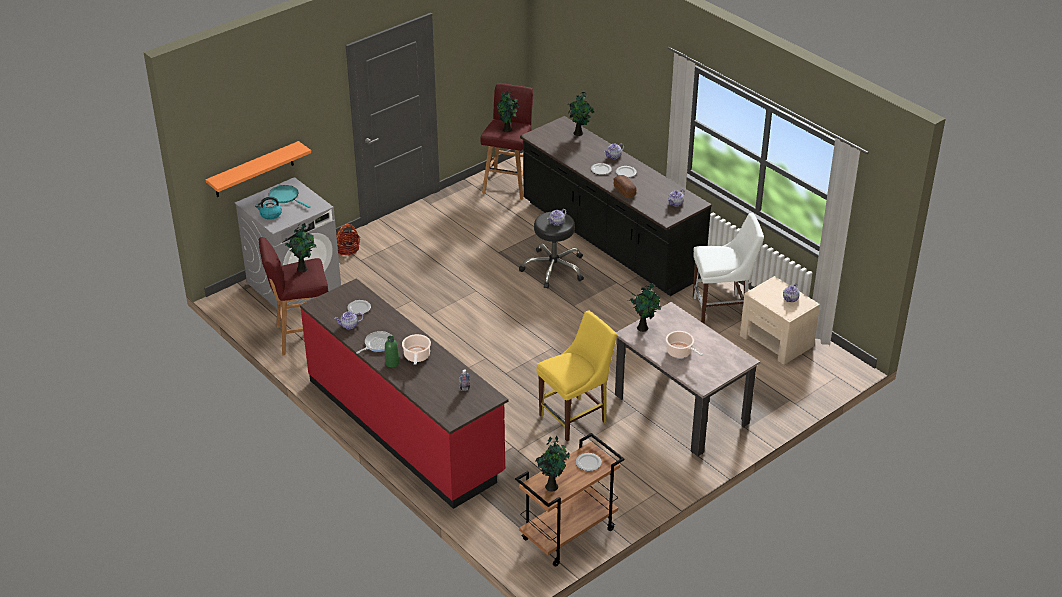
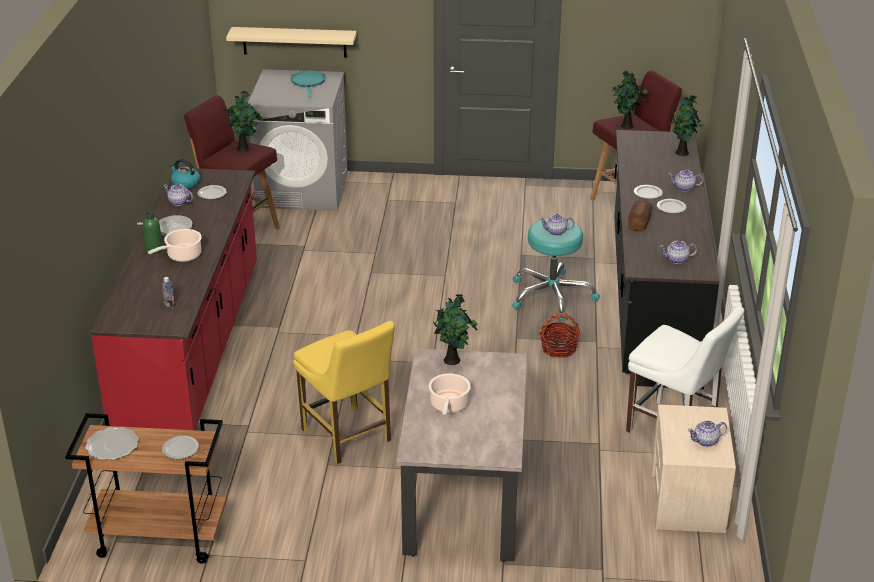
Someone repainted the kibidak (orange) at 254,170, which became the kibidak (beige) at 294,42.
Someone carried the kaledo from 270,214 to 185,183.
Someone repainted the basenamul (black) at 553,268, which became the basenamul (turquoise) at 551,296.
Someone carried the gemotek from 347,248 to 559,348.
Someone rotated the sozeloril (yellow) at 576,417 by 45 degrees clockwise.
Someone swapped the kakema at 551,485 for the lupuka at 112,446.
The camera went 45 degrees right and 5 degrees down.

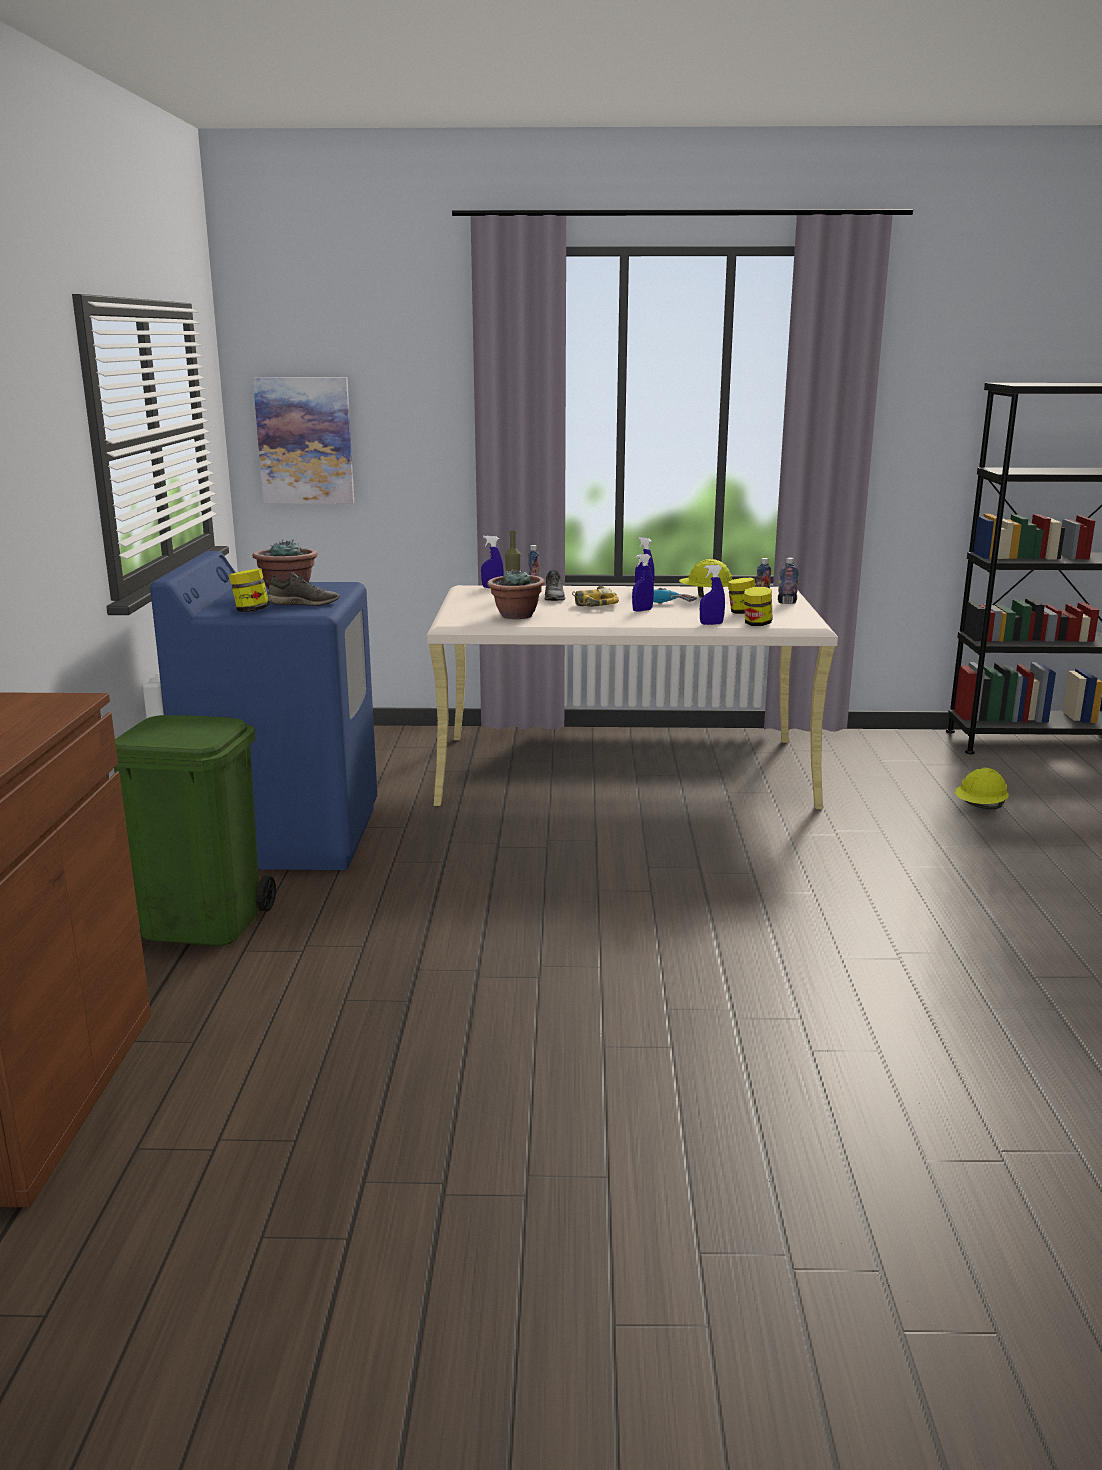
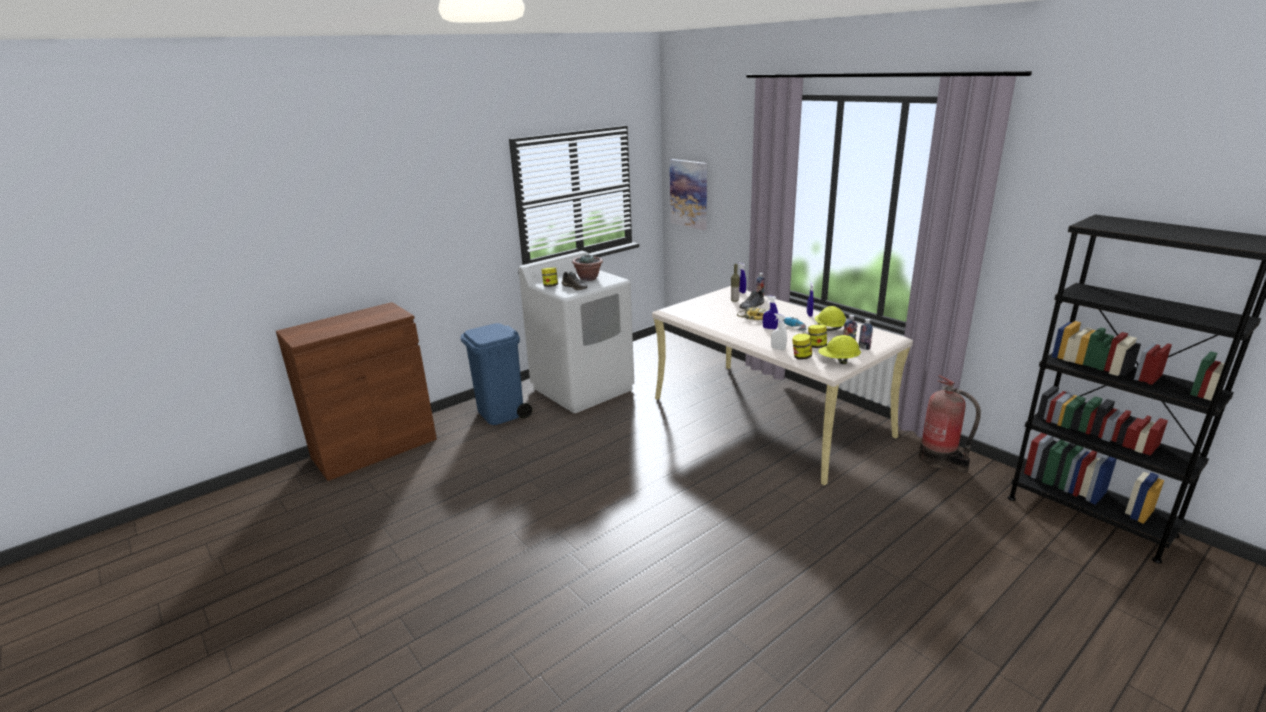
Someone repainted the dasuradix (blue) at 285,835, which became the dasuradix (white) at 583,388.
Someone repainted the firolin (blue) at 711,624, which became the firolin (white) at 778,349.
Someone took away the kakema at 516,616.
Someone repainted the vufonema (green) at 204,923, which became the vufonema (blue) at 501,413.
Someone carried the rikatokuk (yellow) from 980,808 to 838,361.
Someone put down the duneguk at 940,460.
The camera went 50 degrees right and 5 degrees up.

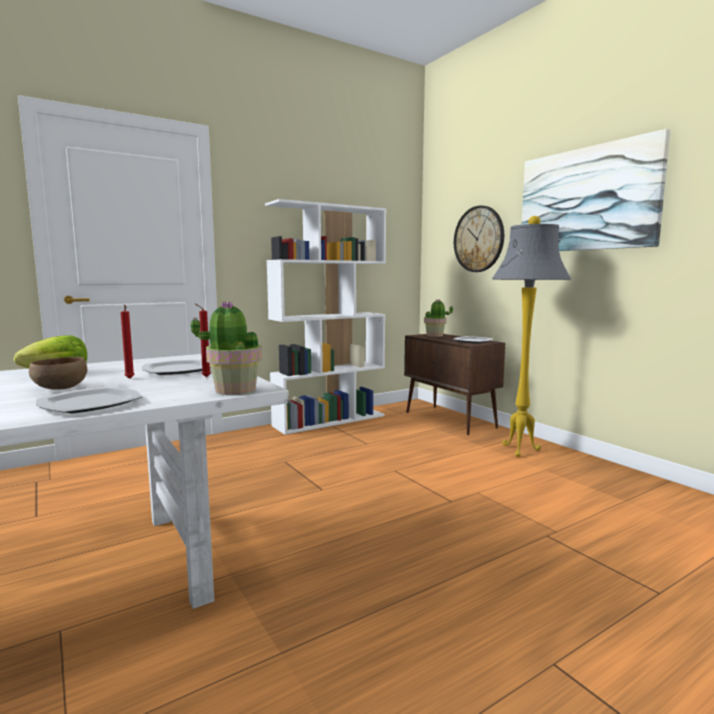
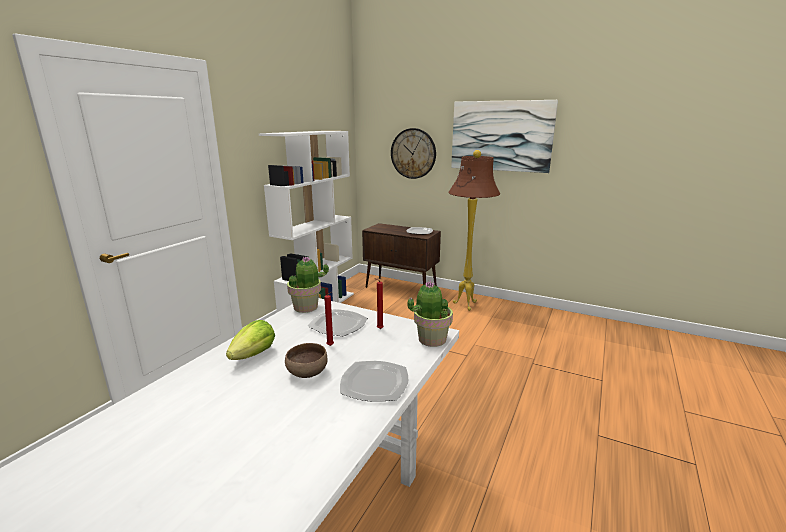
Someone repainted the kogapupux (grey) at 520,451, which became the kogapupux (brown) at 466,305.
Someone carried the kakema from 435,335 to 306,307.
The camera went 30 degrees left and 10 degrees up.

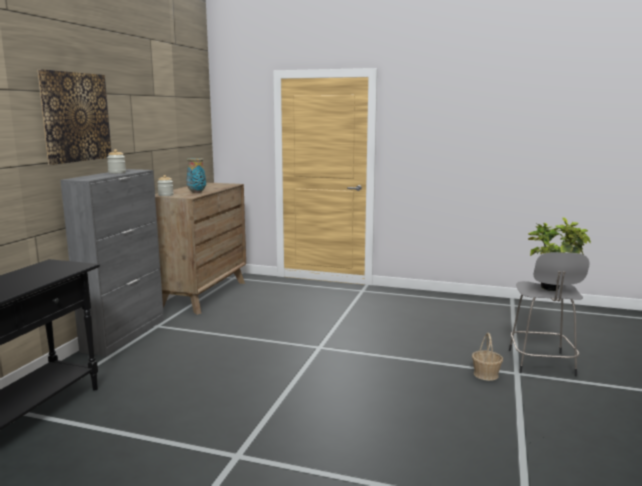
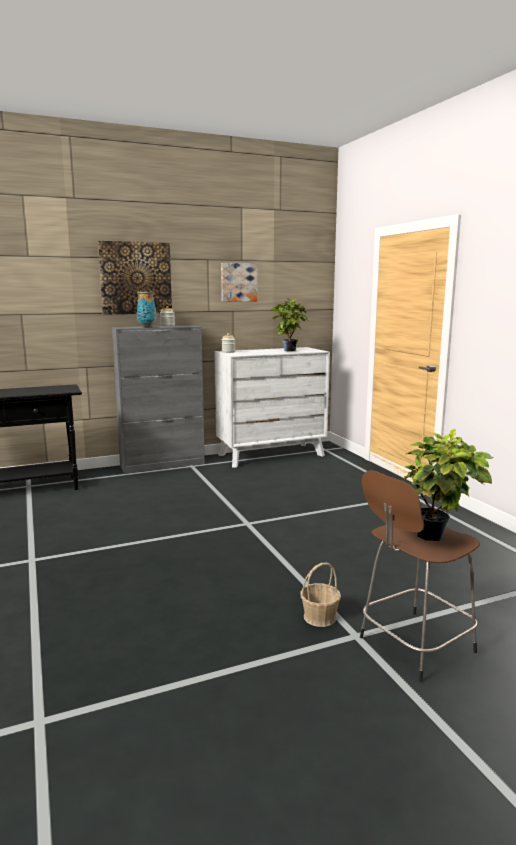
Someone carried the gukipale from 196,192 to 147,327.
Someone repainted the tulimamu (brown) at 203,295, which became the tulimamu (white) at 271,455.
Someone repainted the basenamul (grey) at 541,364, which became the basenamul (brown) at 413,646.
Someone put up the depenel at 238,282.
Someone put down the kakema at 288,350.
The camera went 50 degrees right and 0 degrees up.

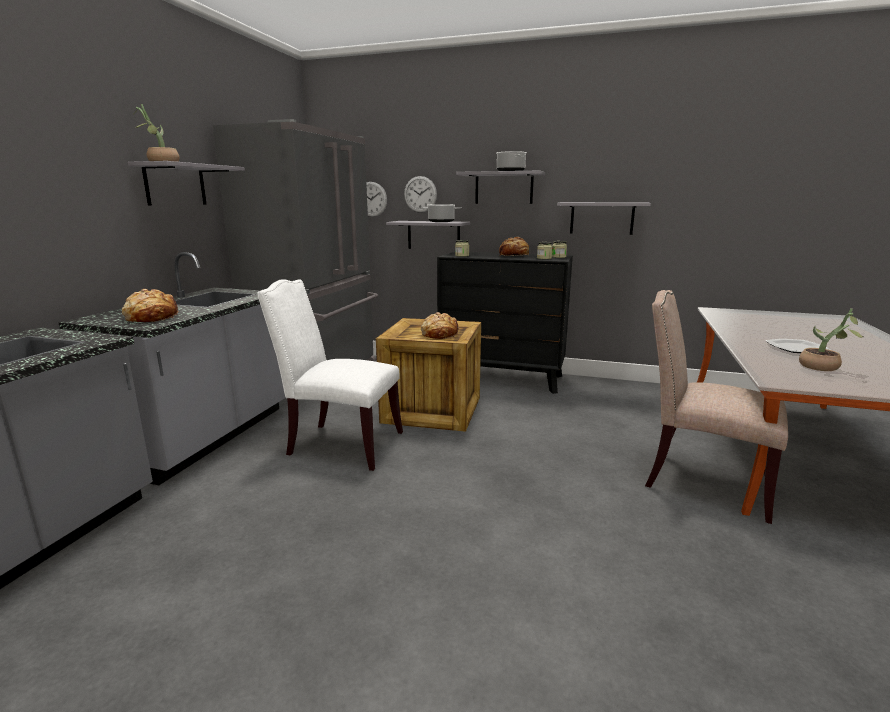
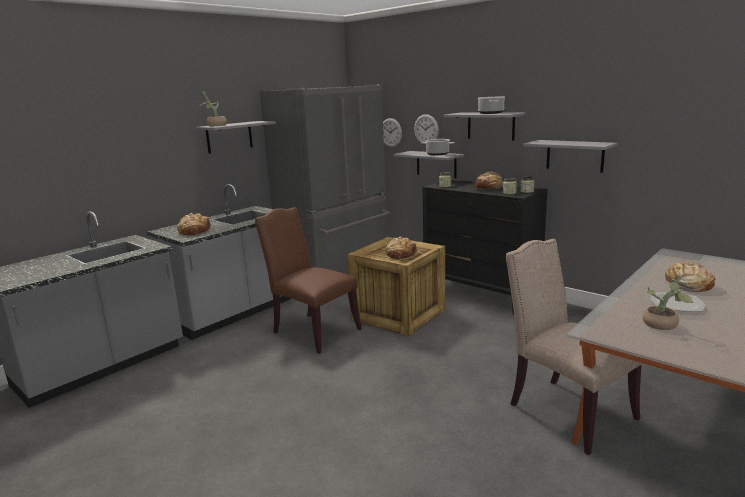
Someone repainted the sozeloril (white) at 340,444, which became the sozeloril (brown) at 312,331.
Someone put down the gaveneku at 687,285.
The camera went 25 degrees right and 0 degrees up.

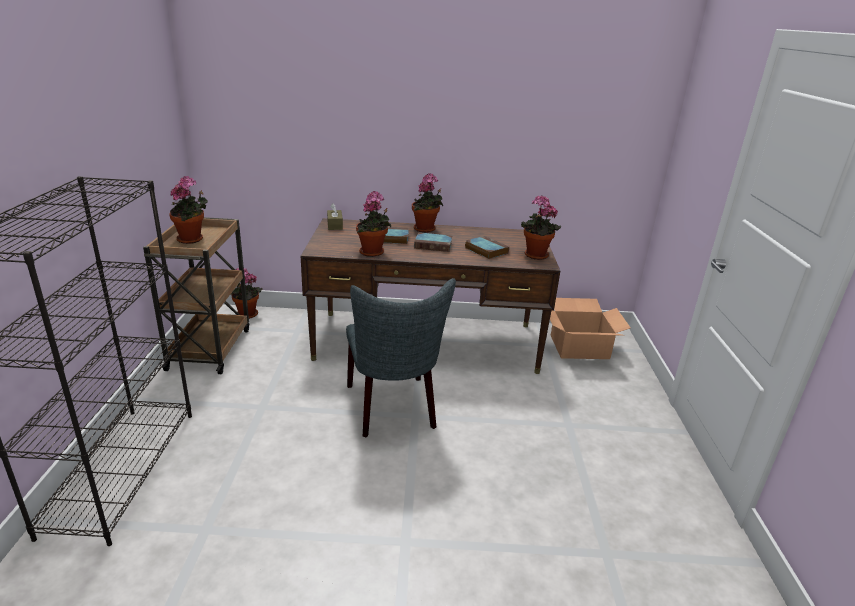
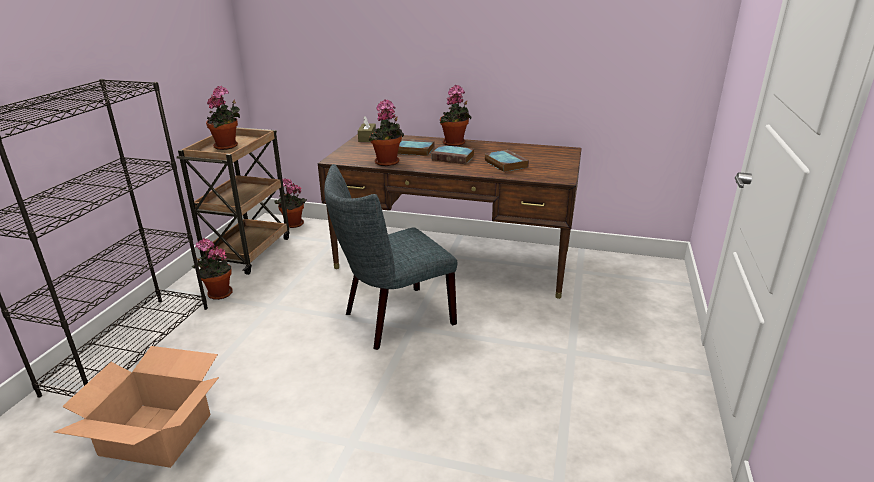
Someone carried the kakema from 534,256 to 217,294.
Someone rotated the sozeloril (grey) at 393,410 by 60 degrees clockwise.
Someone carried the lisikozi from 579,346 to 156,433.
The camera went 15 degrees right and 0 degrees up.

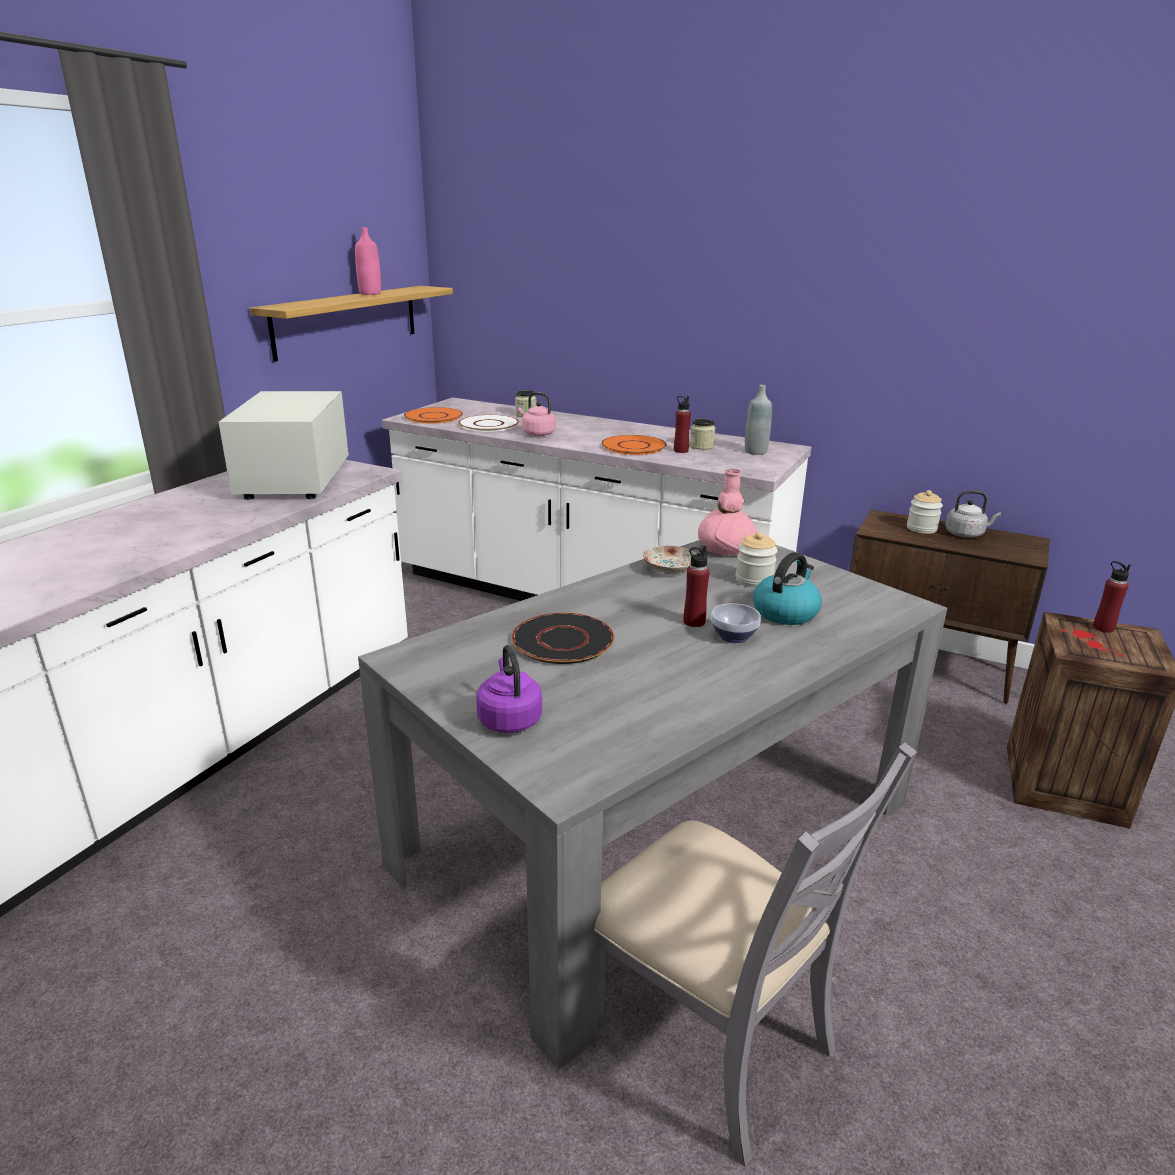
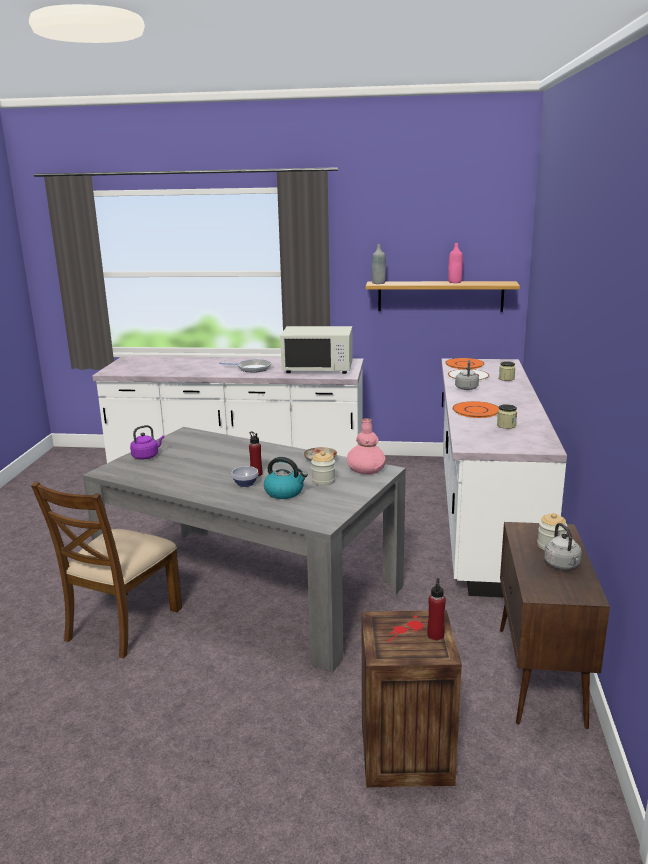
Someone carried the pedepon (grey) from 755,451 to 378,283.
Someone rotated the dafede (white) at 295,480 by 150 degrees counterclockwise.
Someone repainted the kaledo (pink) at 537,433, which became the kaledo (grey) at 466,388.
Someone took away the pedepon (red) at 680,451.
Someone took away the lupuka (black) at 563,640.
Someone repainted the sozeloril (grey) at 709,1037, which became the sozeloril (brown) at 122,624.
Someone put down the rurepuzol at 252,368.
The camera went 70 degrees right and 5 degrees down.

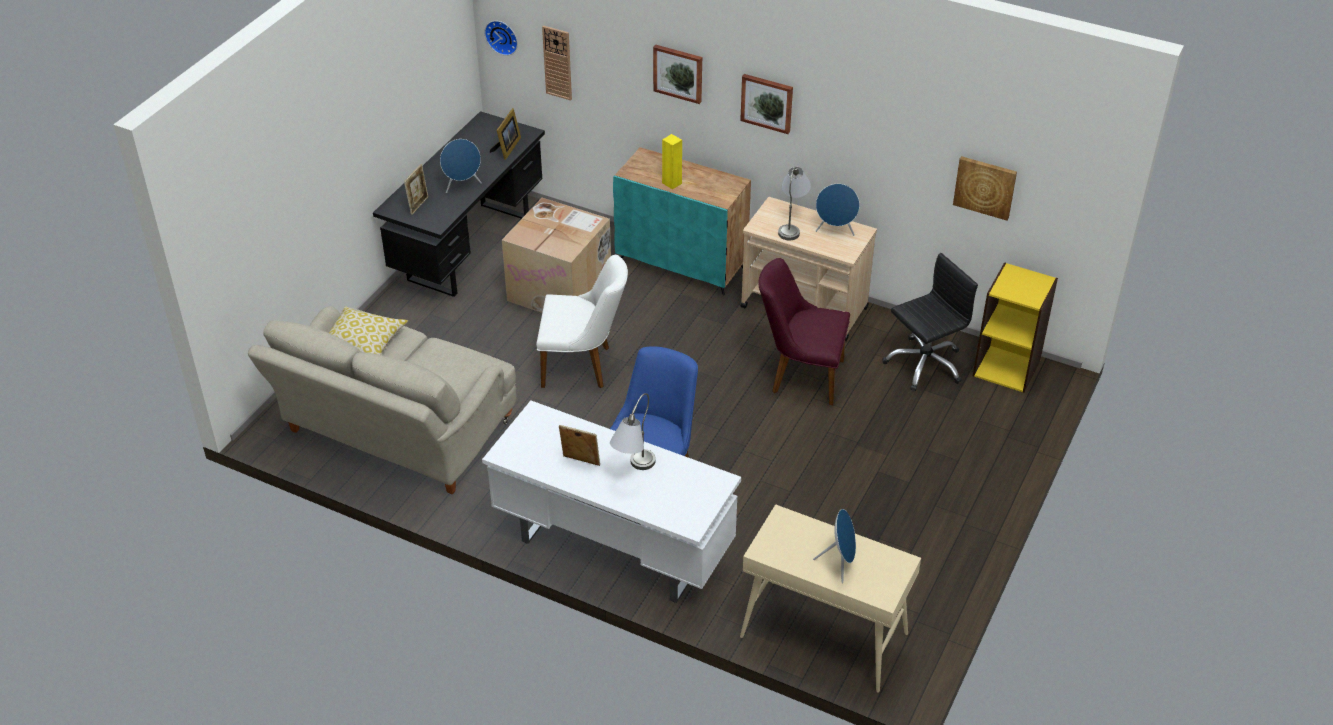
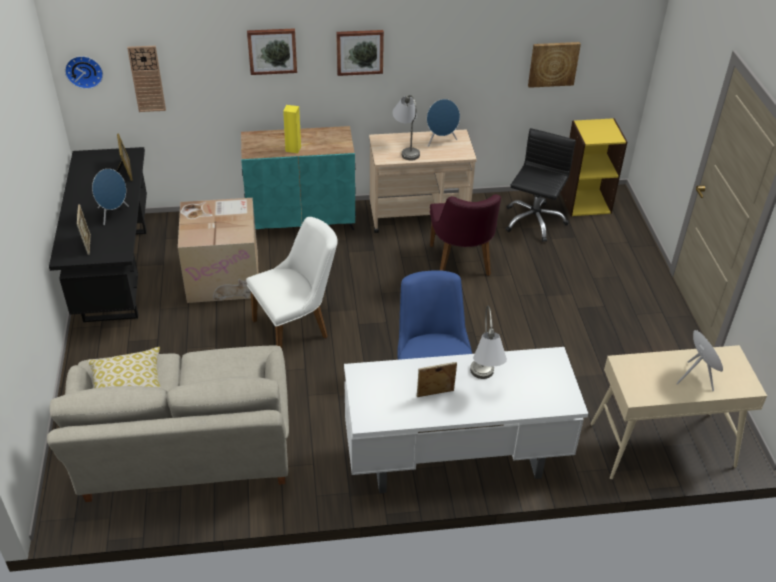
Someone rotated the sozeloril (purple) at 800,375 by 75 degrees counterclockwise.
The camera went 35 degrees left and 0 degrees up.

